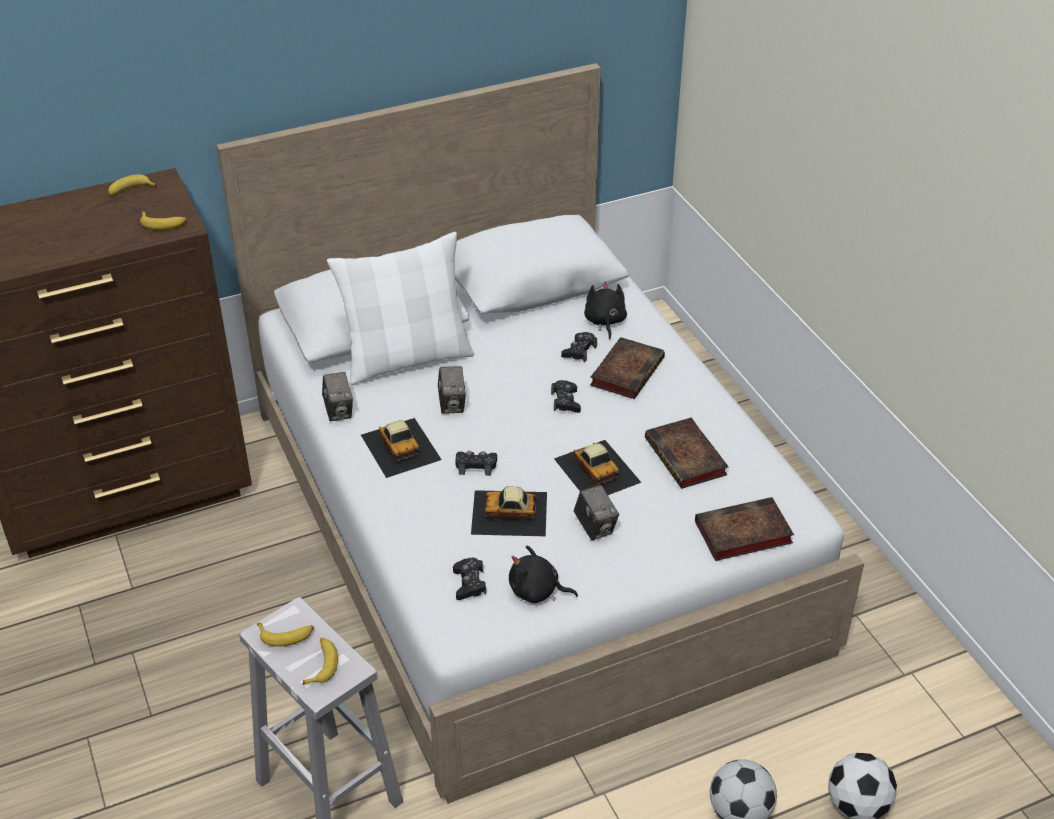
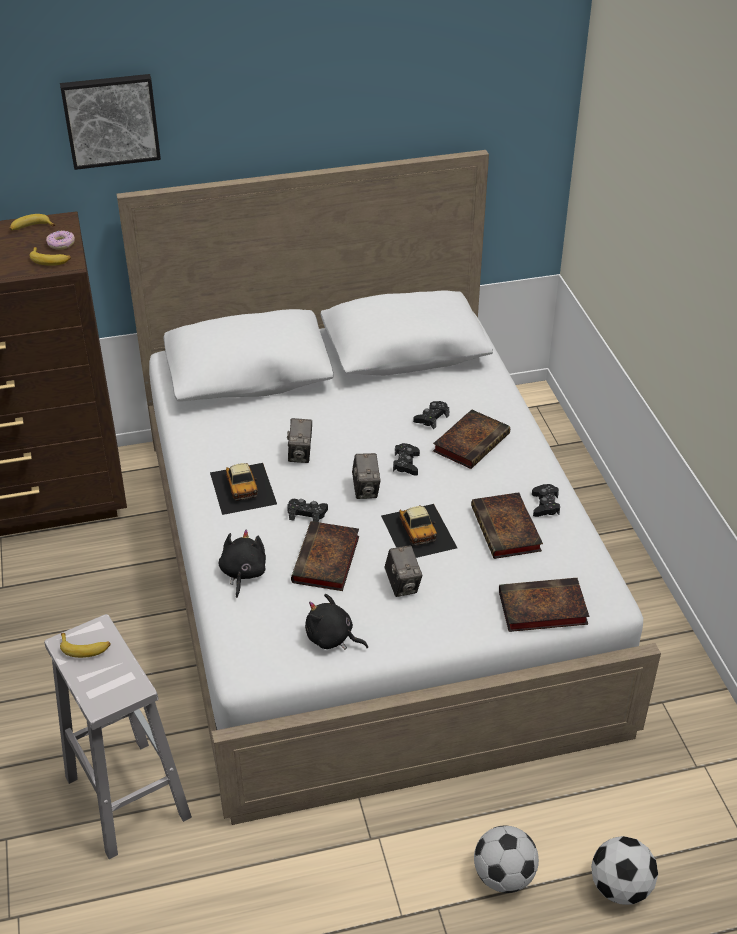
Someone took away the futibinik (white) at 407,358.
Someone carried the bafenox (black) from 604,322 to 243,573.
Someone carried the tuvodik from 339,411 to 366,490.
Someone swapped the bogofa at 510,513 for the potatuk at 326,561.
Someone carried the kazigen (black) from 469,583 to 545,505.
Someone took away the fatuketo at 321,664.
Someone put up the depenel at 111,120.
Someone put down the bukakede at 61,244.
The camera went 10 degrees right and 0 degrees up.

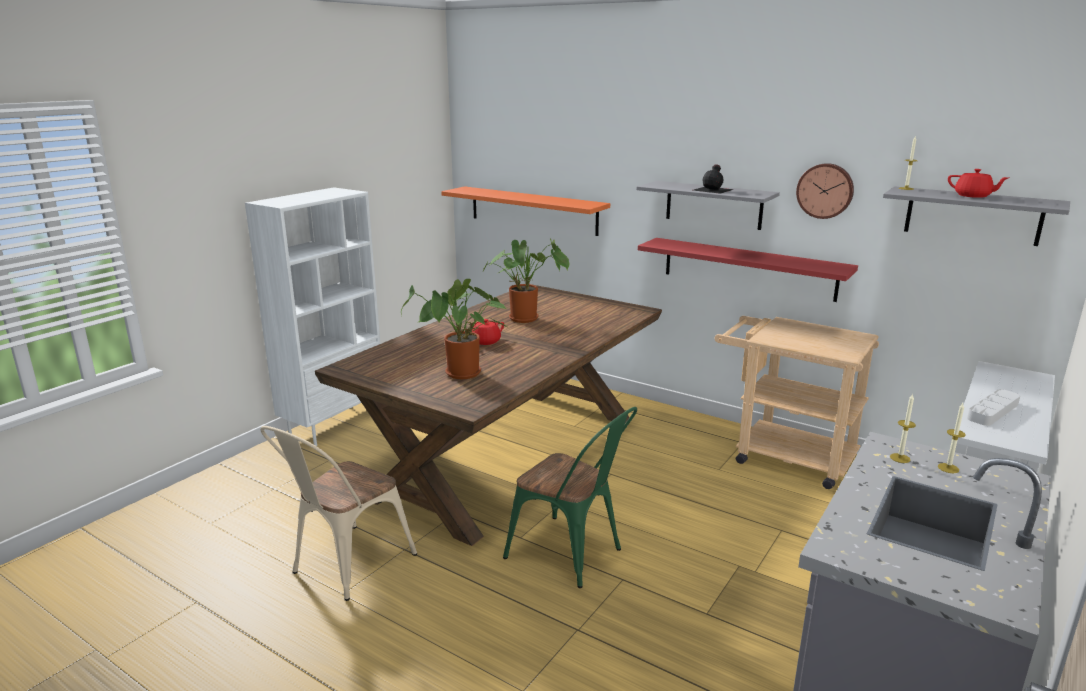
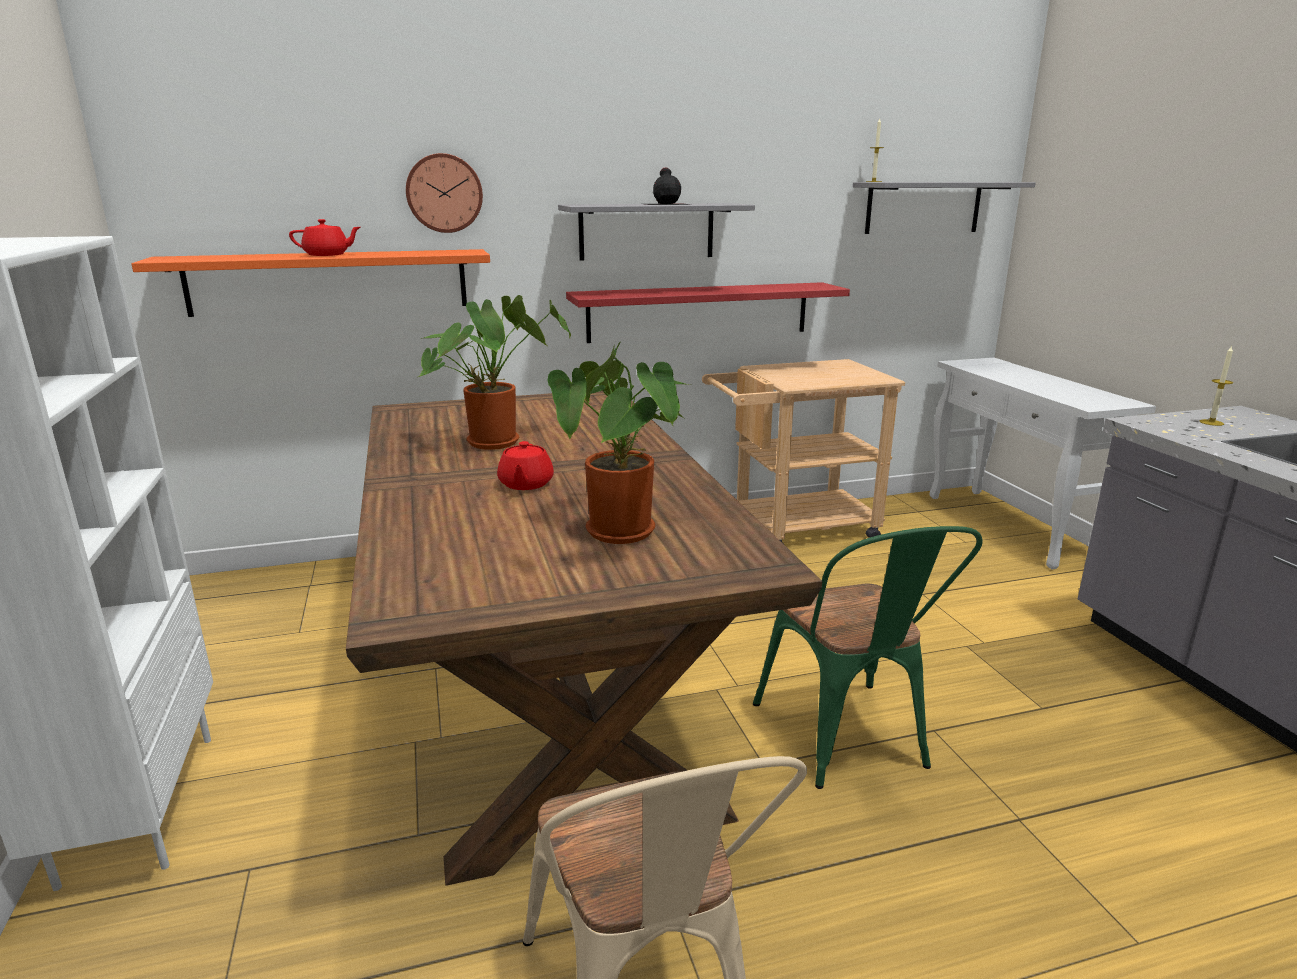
Someone carried the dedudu from 825,190 to 444,193.
Someone carried the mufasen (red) from 973,196 to 327,255.
Someone took away the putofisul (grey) at 993,411.
Someone took away the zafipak at 900,458.
Someone rotated the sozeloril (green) at 572,555 by 90 degrees clockwise.
The camera went 50 degrees left and 0 degrees up.

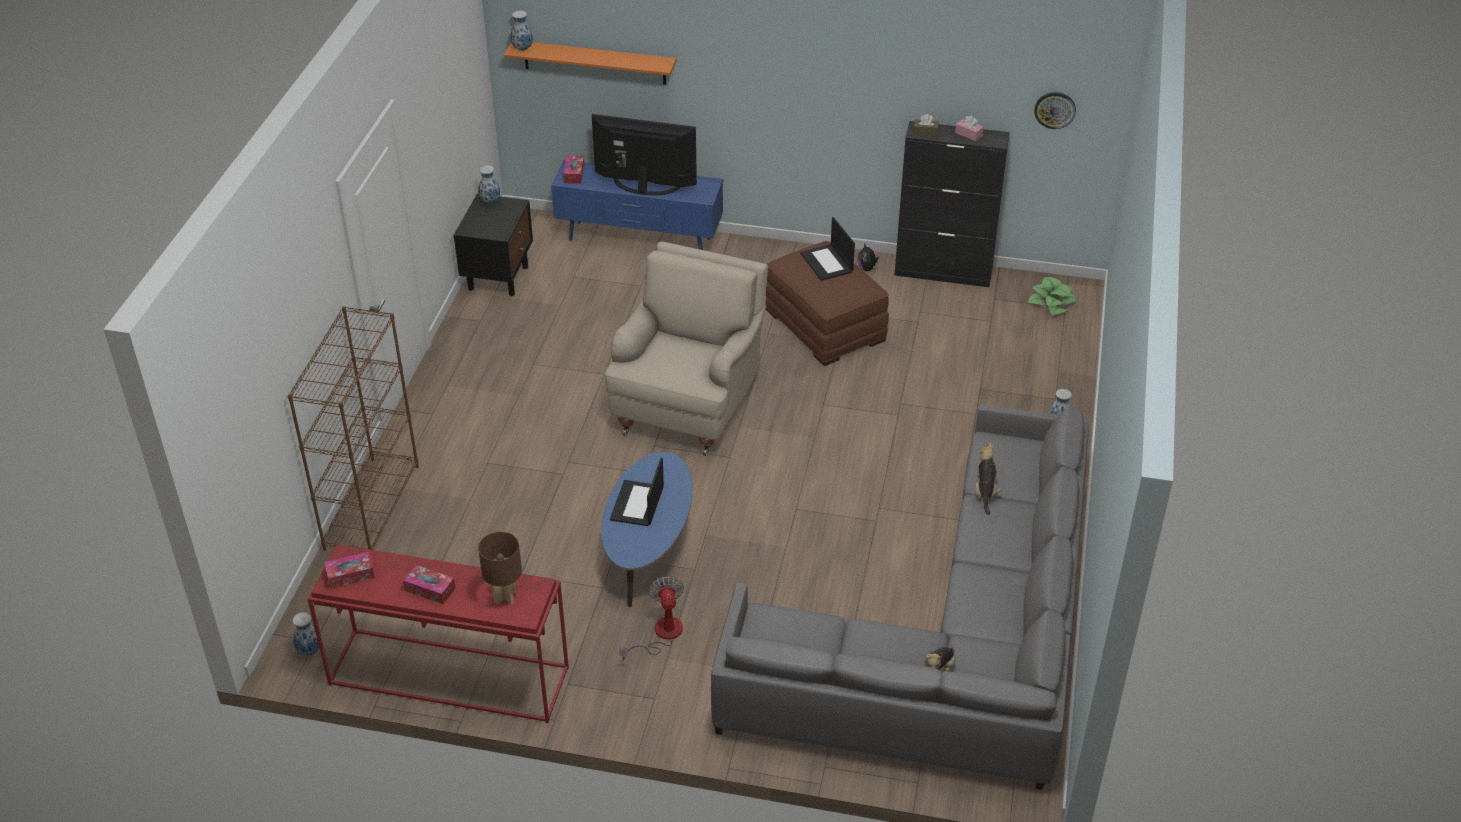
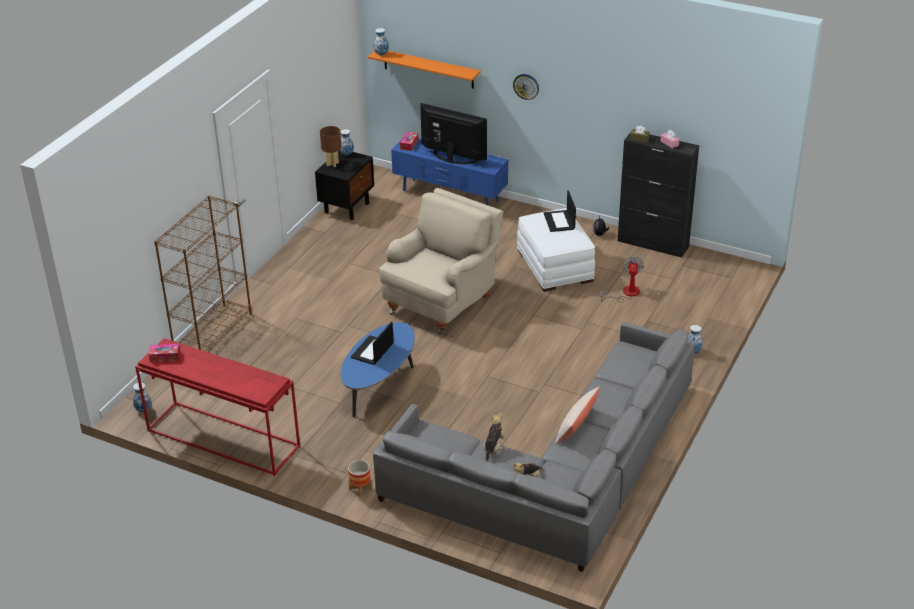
Someone carried the dedudu from 1055,109 to 526,86.
Someone repainted the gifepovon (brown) at 825,325, which became the gifepovon (white) at 555,266.
Someone took away the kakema at 1051,302.
Someone carried the bafenox from 985,492 to 493,448.
Someone carried the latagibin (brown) from 505,597 to 332,164.
Someone took away the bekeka at 430,589.
Someone carried the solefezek from 660,635 to 626,293.
Someone put down the futibinik (beige) at 576,426.
Someone put down the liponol at 360,489.
The camera went 15 degrees right and 5 degrees down.

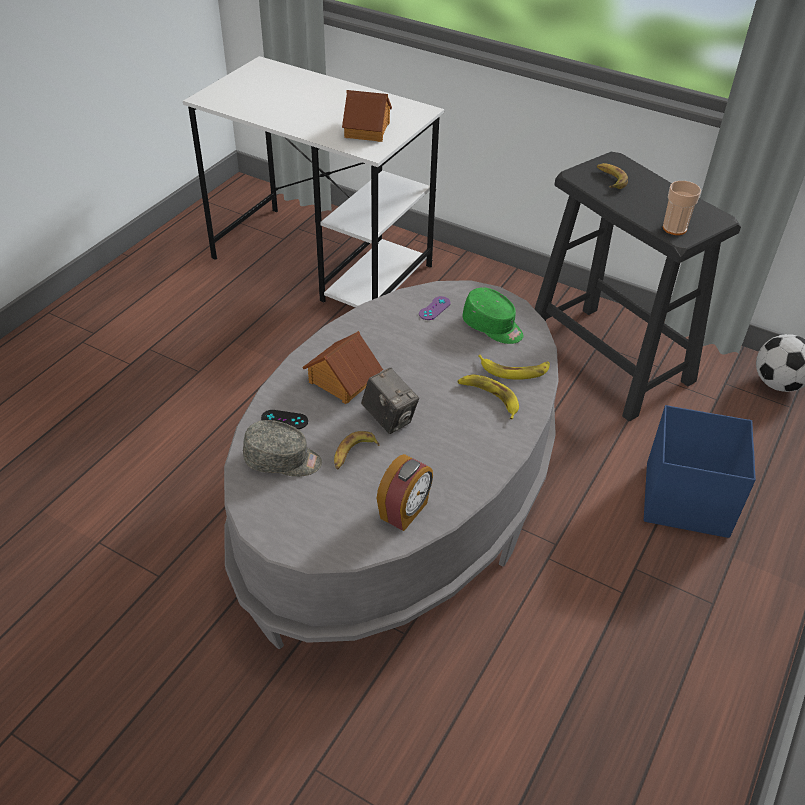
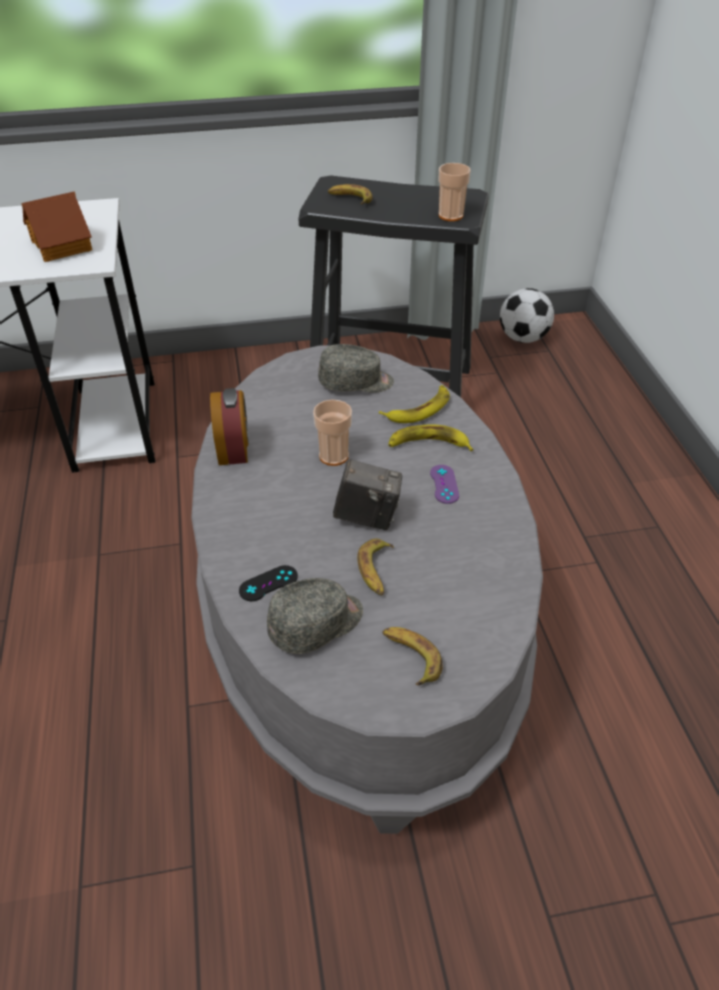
Someone repainted the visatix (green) at 493,327, which became the visatix (grey) at 356,382.
Someone carried the kazigen (purple) from 434,308 to 444,484.
Someone took away the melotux at 341,381.
Someone took away the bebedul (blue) at 684,499.
Someone carried the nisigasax from 405,511 to 234,449.
Someone put down the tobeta at 333,456.
Someone put down the fatuketo at 410,657.
The camera went 40 degrees left and 0 degrees up.

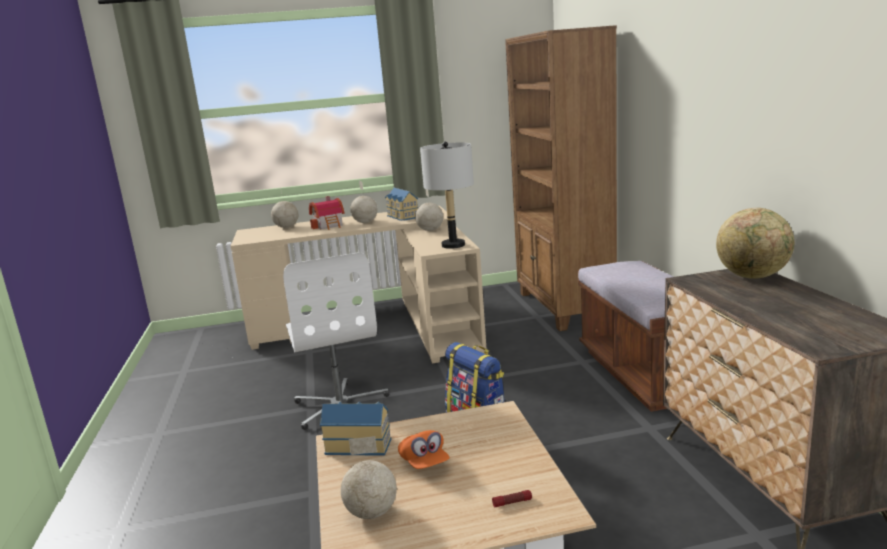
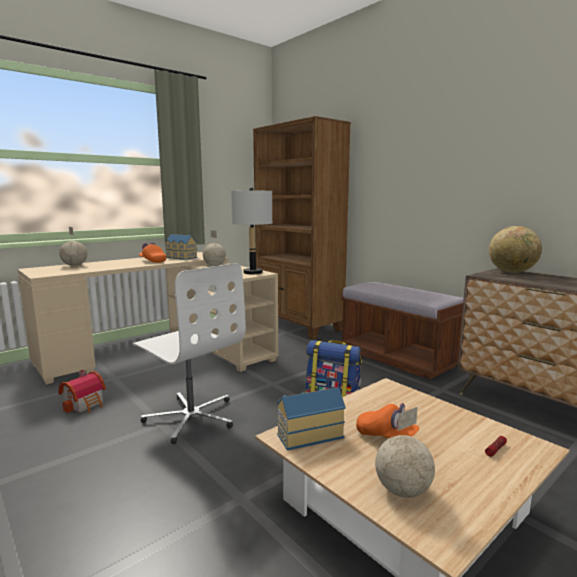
Someone swapped the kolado at 365,222 for the visatix (orange) at 153,261.
Someone carried the melotux from 329,225 to 86,404.
The camera went 30 degrees left and 5 degrees down.

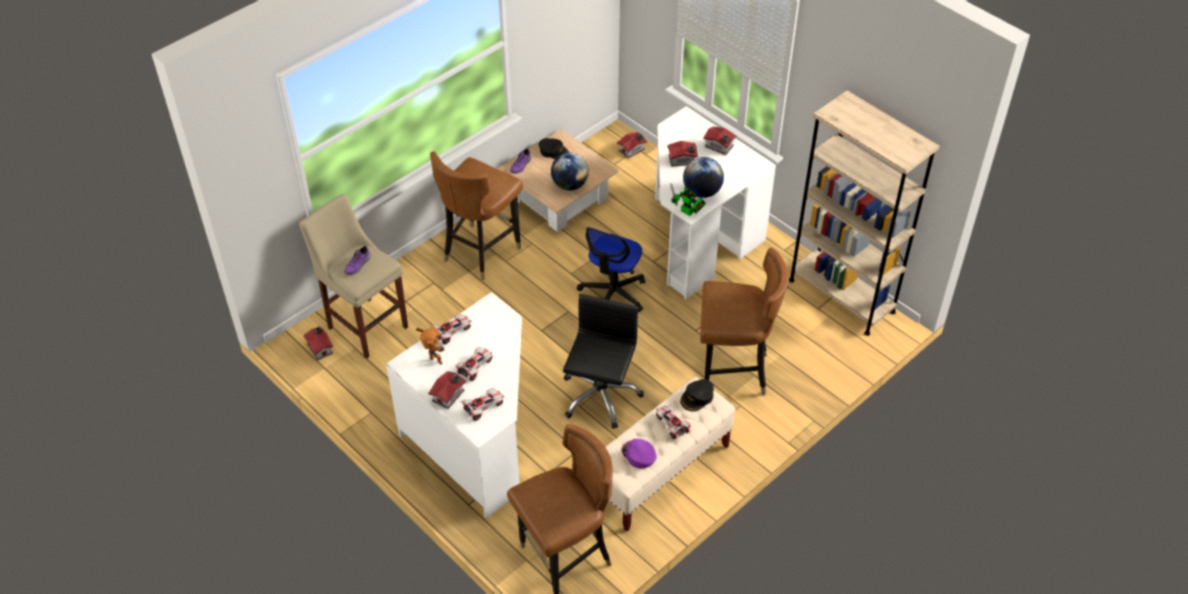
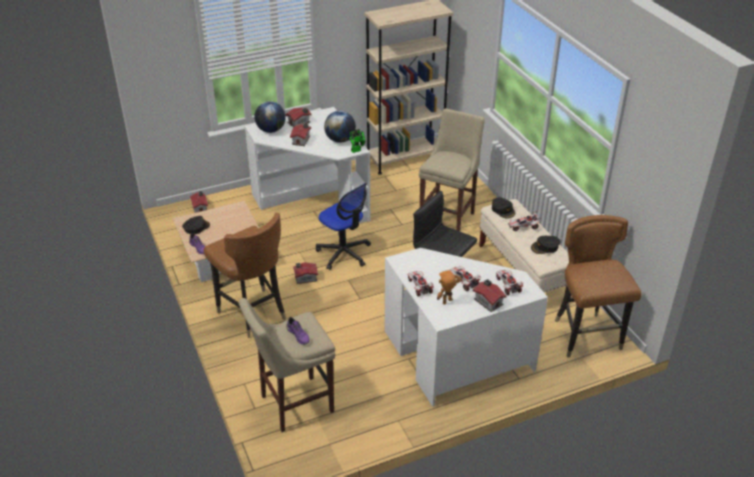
Someone carried the kolado from 569,185 to 271,130.
Someone swapped the sozeloril (brown) at 732,372 for the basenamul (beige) at 448,218.
Someone carried the melotux from 320,348 to 305,278.
Someone repainted the visatix (purple) at 639,455, which became the visatix (black) at 545,247.
The camera went 70 degrees left and 10 degrees down.

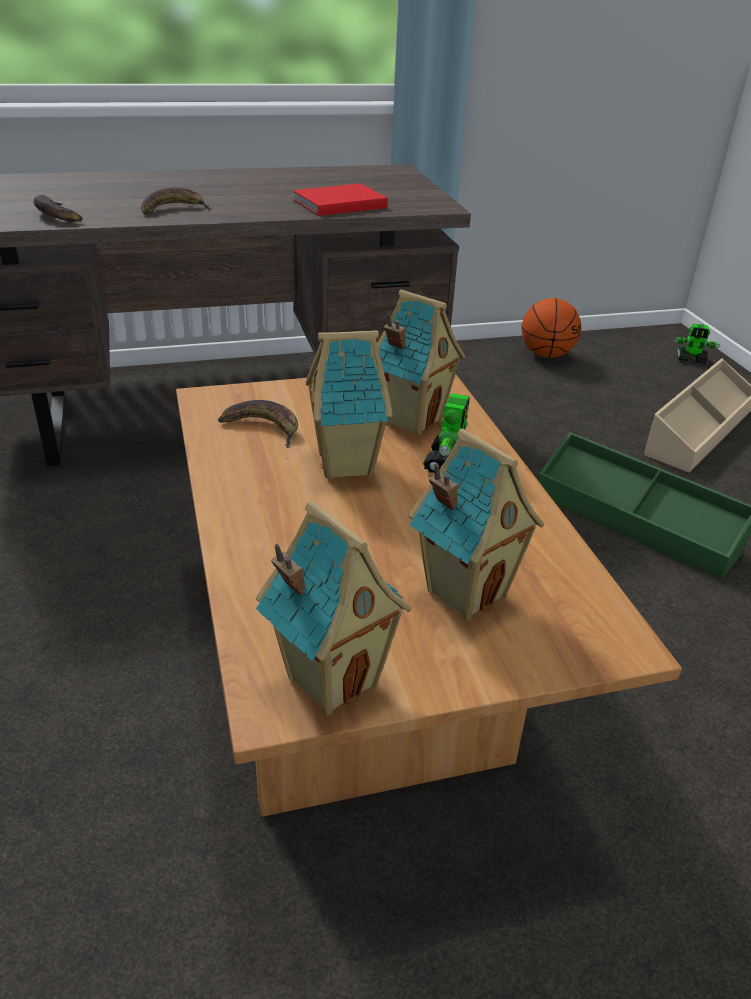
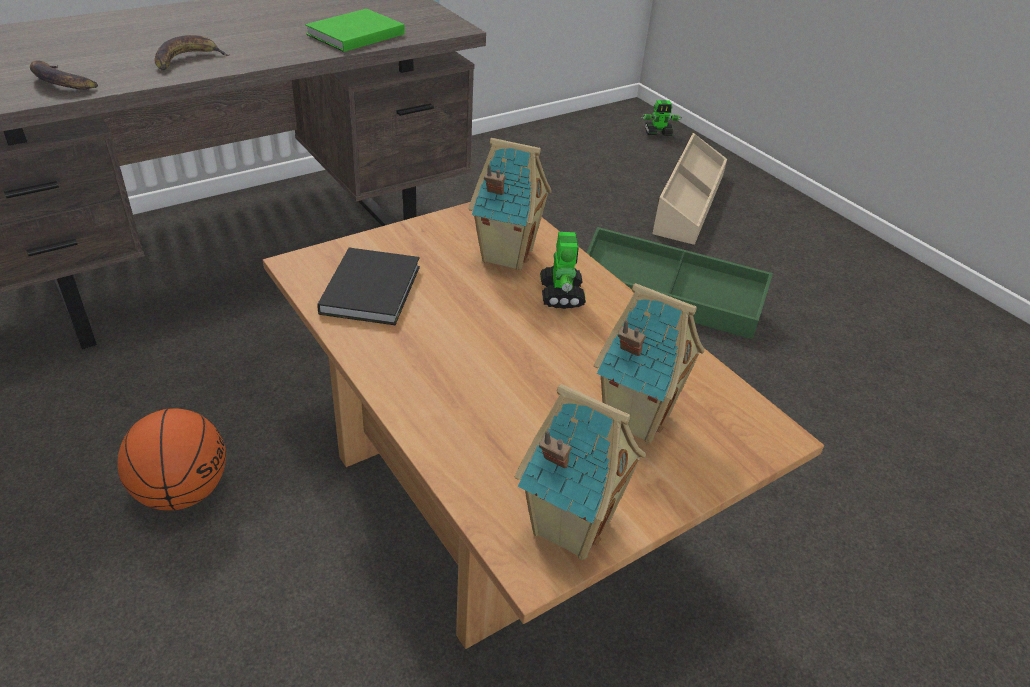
Someone repainted the potatuk (red) at 337,204, which became the potatuk (green) at 353,34.
Someone carried the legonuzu from 546,354 to 182,491.
Someone took away the melotux at 348,465.
Someone swapped the fatuketo at 262,428 for the potatuk (black) at 373,288.
The camera went 20 degrees left and 5 degrees up.

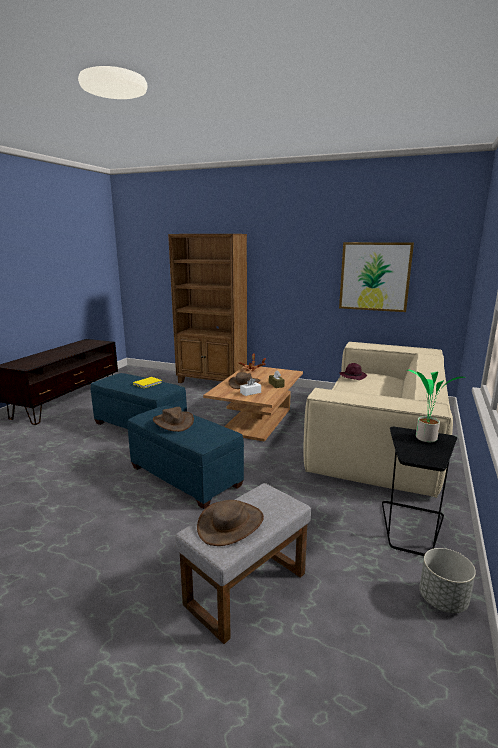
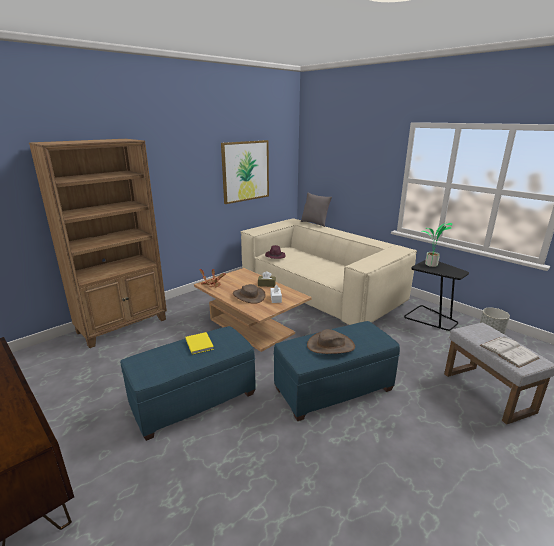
Someone swapped the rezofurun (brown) at 231,524 for the potatuk (white) at 508,351.
Someone put down the futibinik (grey) at 315,223.
The camera went 65 degrees left and 5 degrees up.

